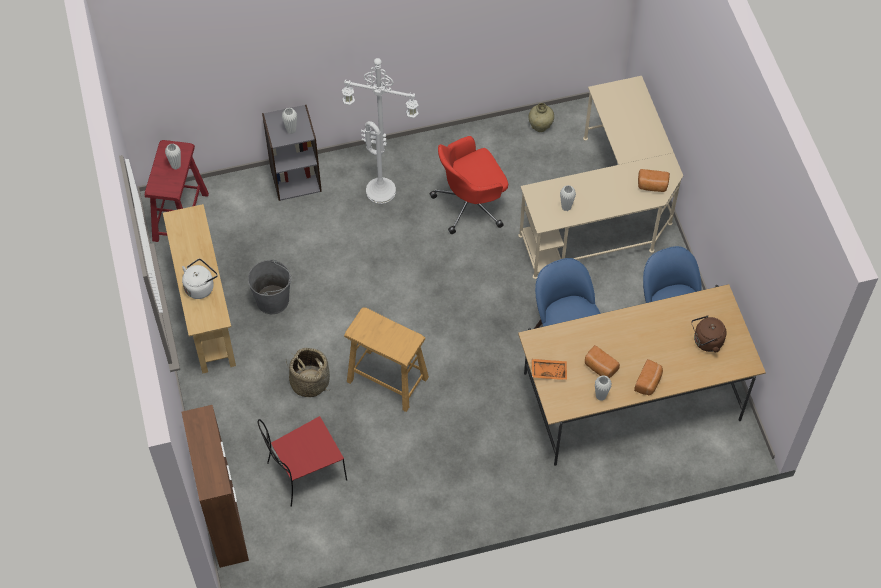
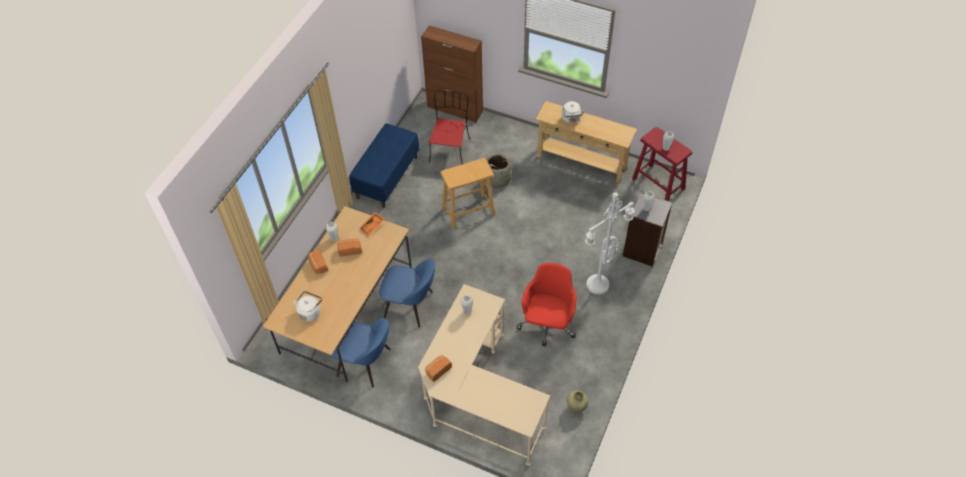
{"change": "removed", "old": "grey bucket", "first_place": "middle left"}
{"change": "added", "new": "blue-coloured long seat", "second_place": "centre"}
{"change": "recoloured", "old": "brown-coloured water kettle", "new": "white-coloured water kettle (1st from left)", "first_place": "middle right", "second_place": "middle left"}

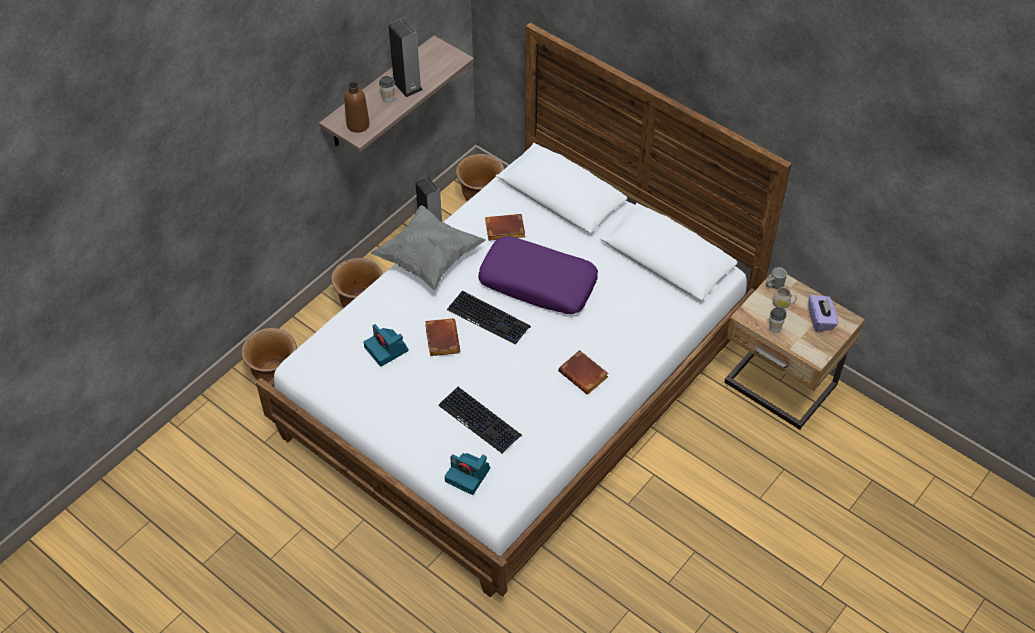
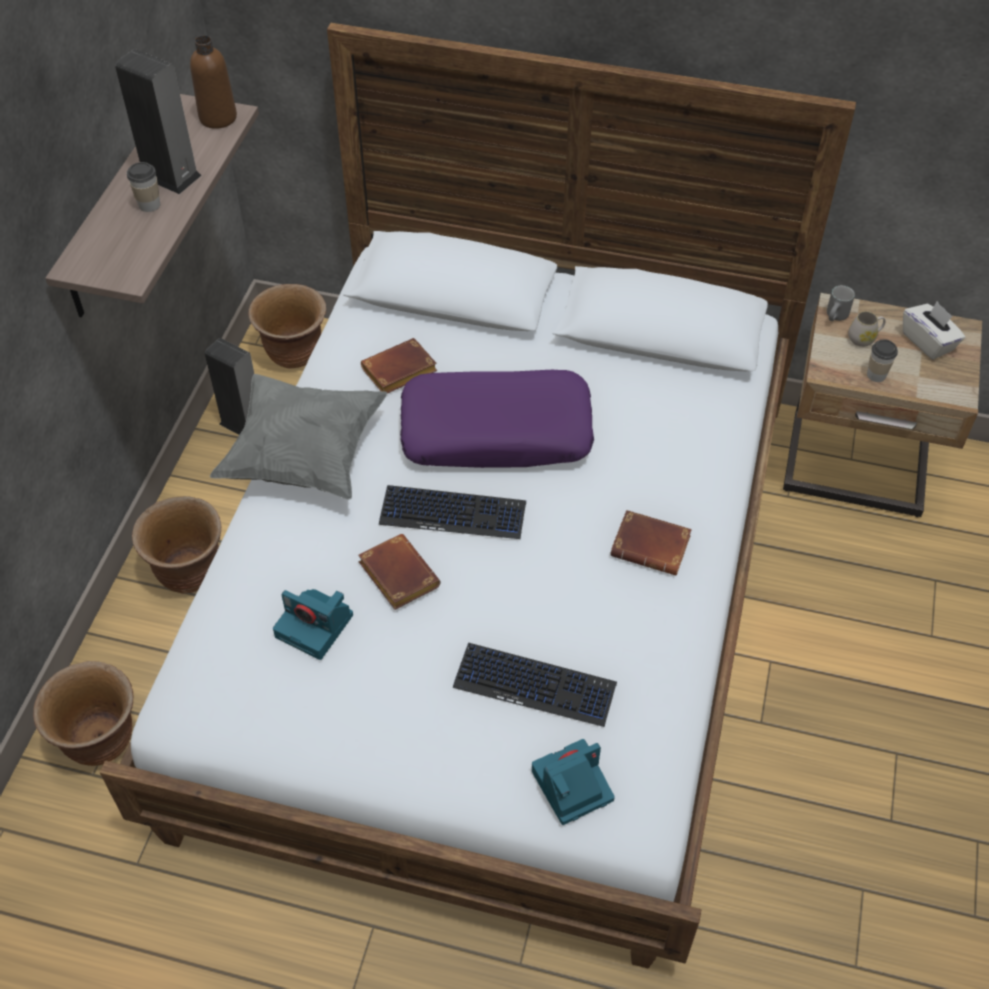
{"change": "moved", "old": "brown-coloured beverage bottle", "first_place": "top centre", "second_place": "top left"}
{"change": "recoloured", "old": "purple-coloured tissue box", "new": "white-coloured tissue box", "first_place": "middle right", "second_place": "middle right"}
{"change": "turned", "old": "still camera (2nd from left)", "first_place": "bottom centre", "second_place": "bottom centre", "degrees": 150}

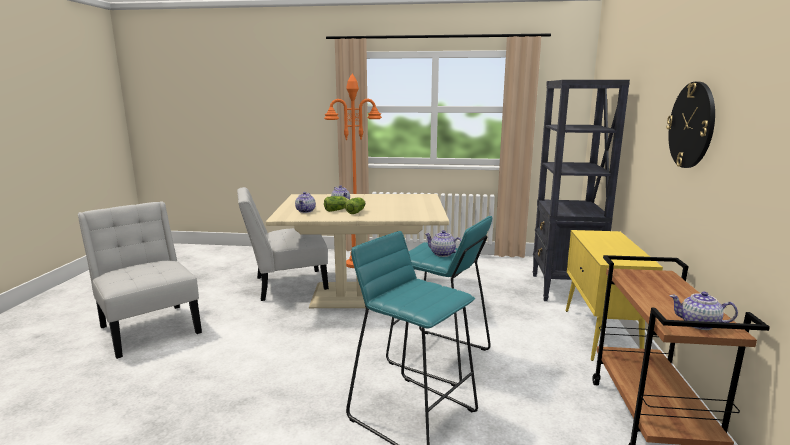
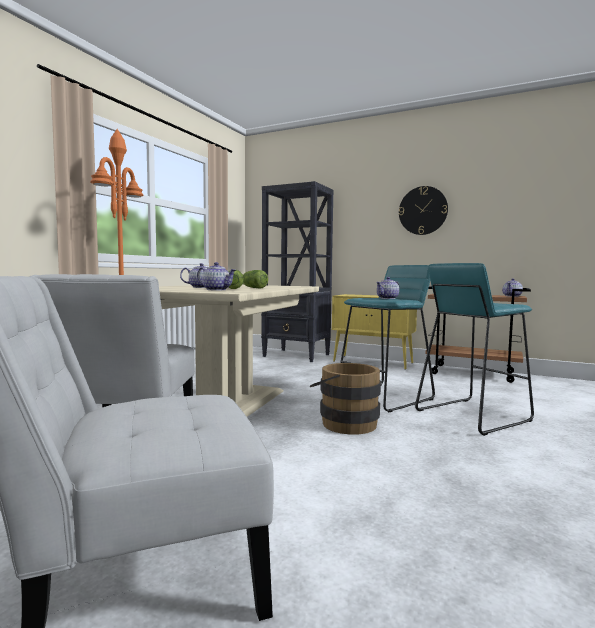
{"change": "added", "new": "brown-coloured bucket", "second_place": "centre"}

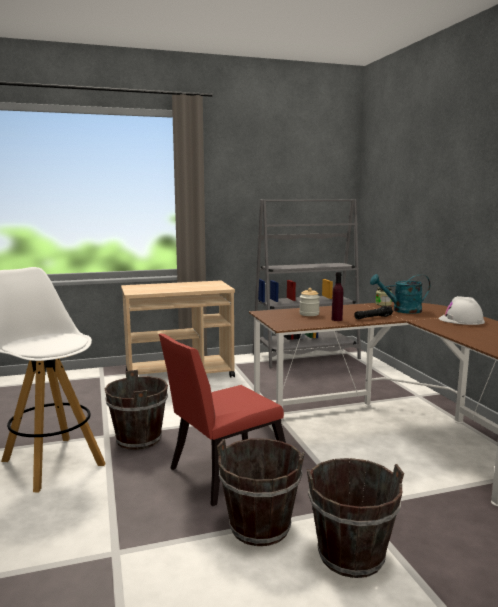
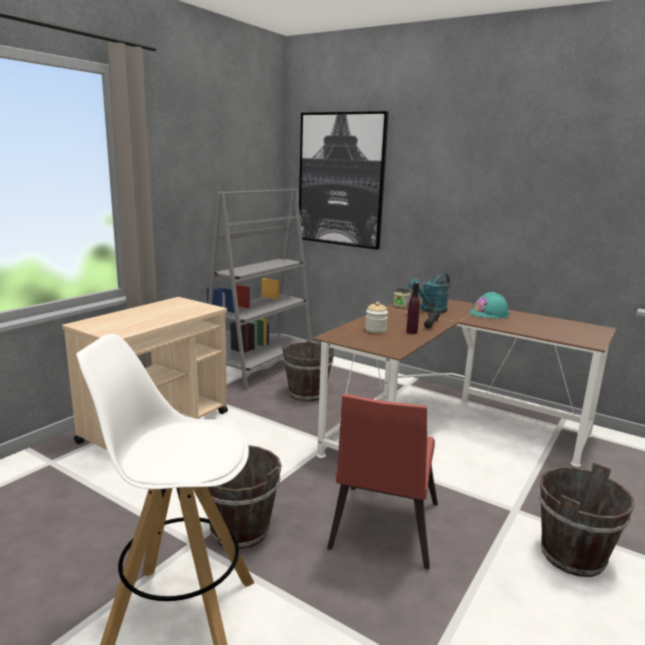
{"change": "added", "new": "wall art", "second_place": "top centre"}
{"change": "moved", "old": "brown-coloured bucket (2nd from left)", "first_place": "bottom centre", "second_place": "centre"}
{"change": "recoloured", "old": "white-coloured work helmet", "new": "blue-green work helmet", "first_place": "middle right", "second_place": "middle right"}

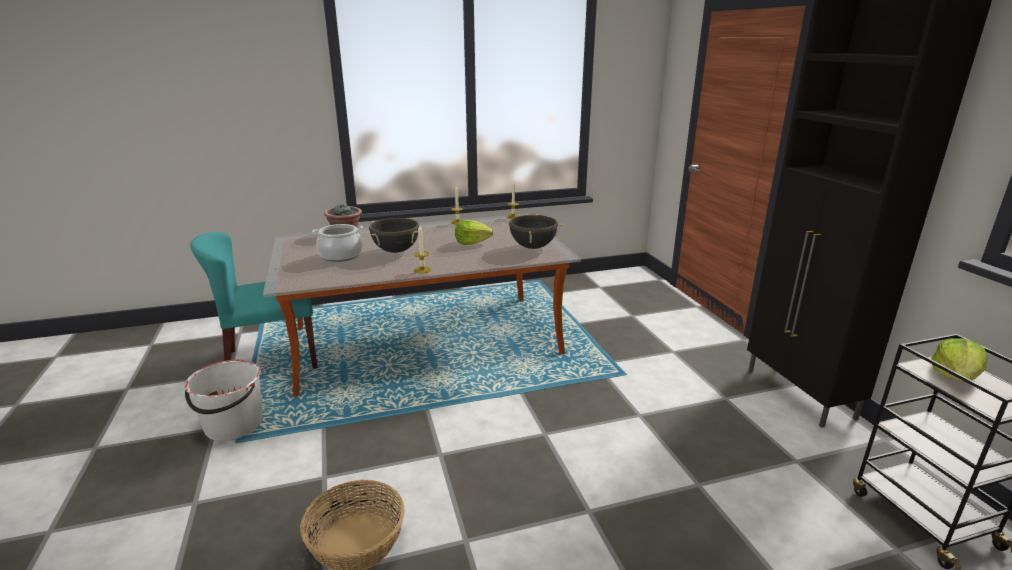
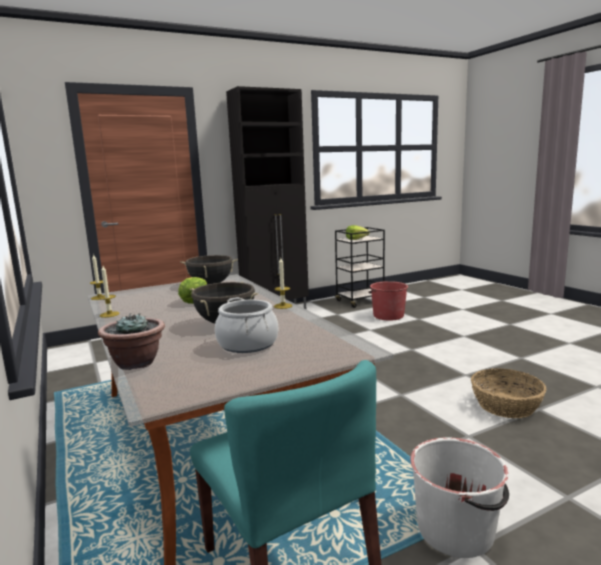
{"change": "added", "new": "reddish bucket", "second_place": "centre"}

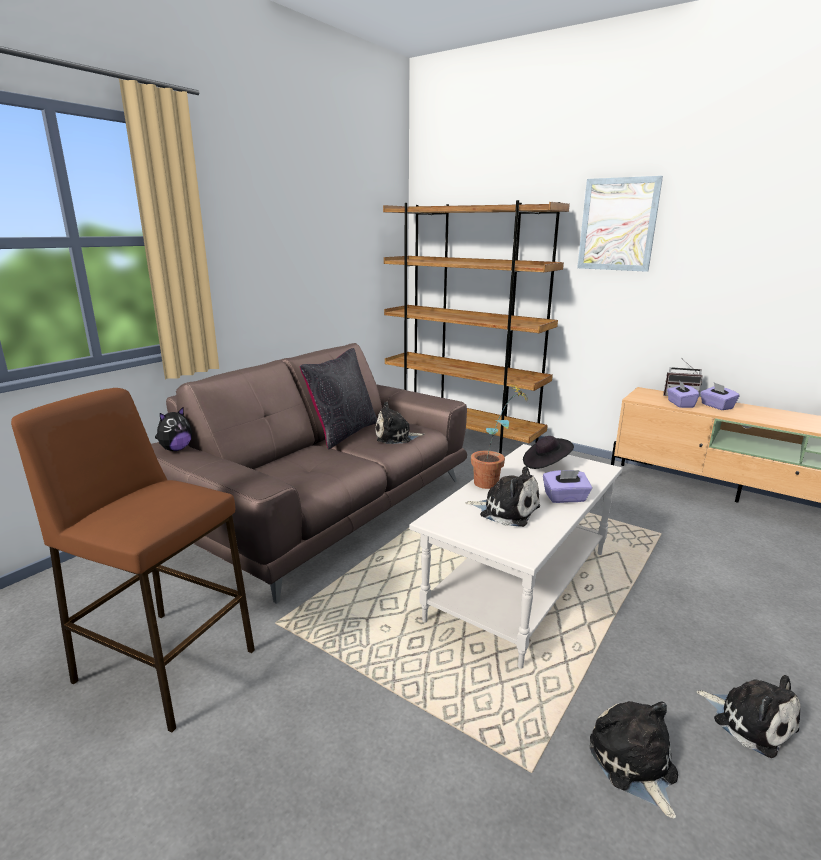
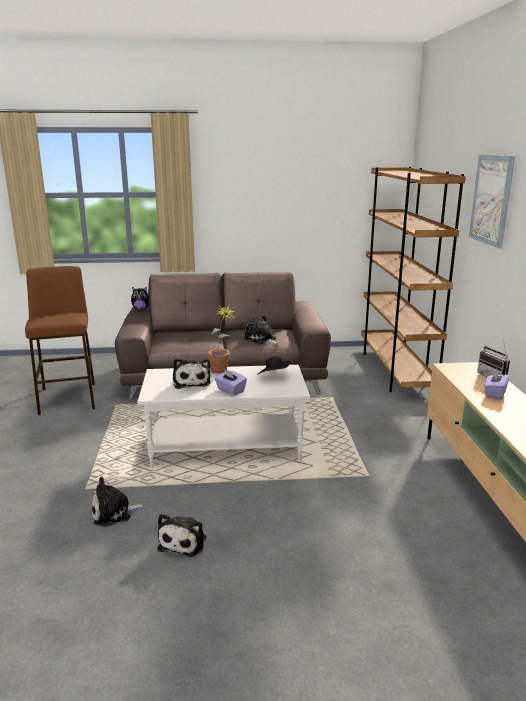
{"change": "removed", "old": "black-coloured throw pillow", "first_place": "centre"}
{"change": "removed", "old": "purple-coloured tissue box (2nd from left)", "first_place": "middle right"}
{"change": "turned", "old": "cuddly toy (4th from left in the first image)", "first_place": "bottom right", "second_place": "bottom left", "degrees": -150}

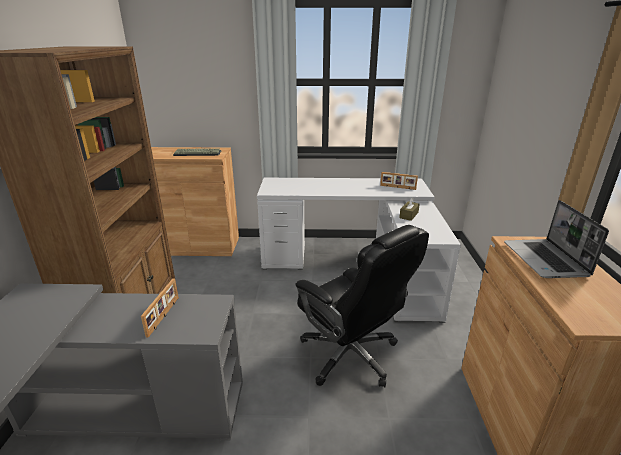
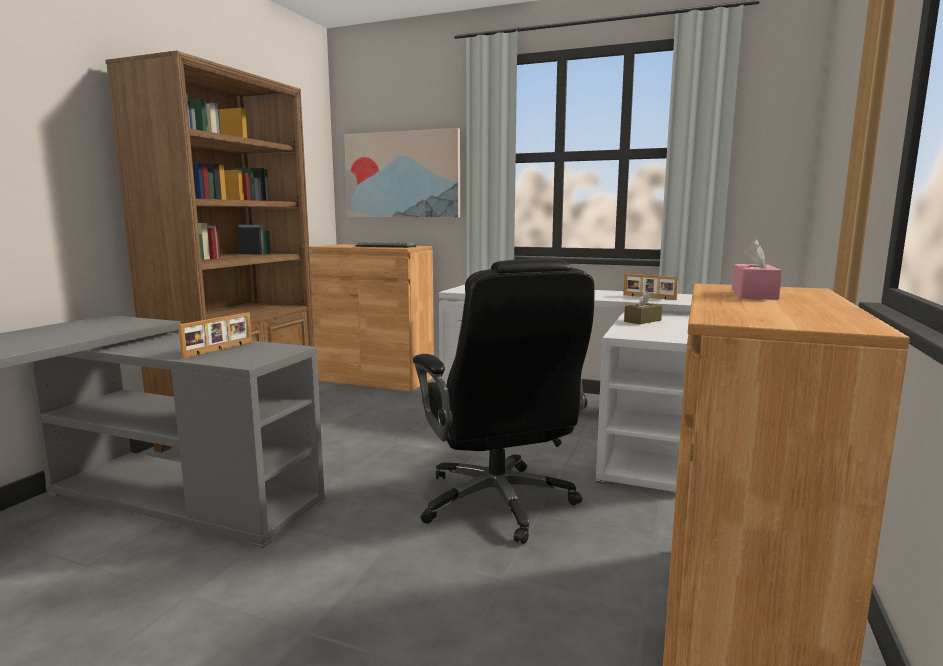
{"change": "added", "new": "wall art", "second_place": "top centre"}
{"change": "replaced", "old": "notebook computer", "new": "pink tissue box", "first_place": "middle right", "second_place": "middle right"}

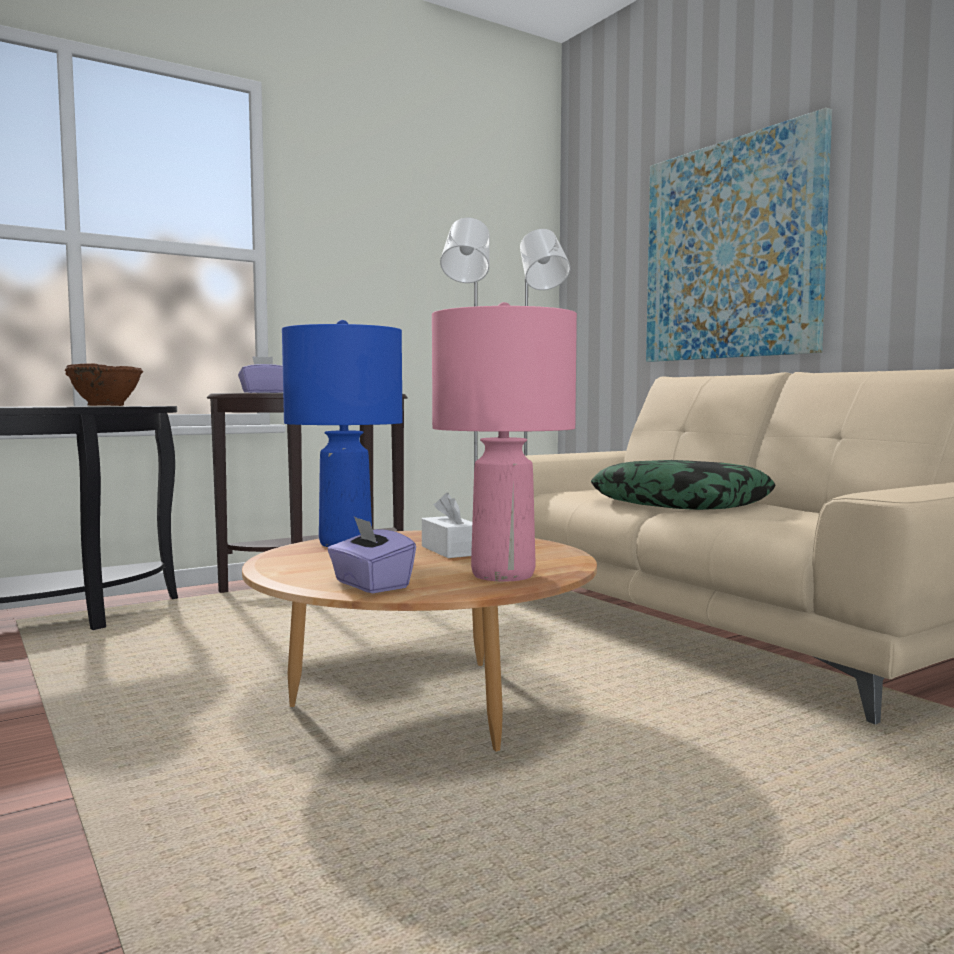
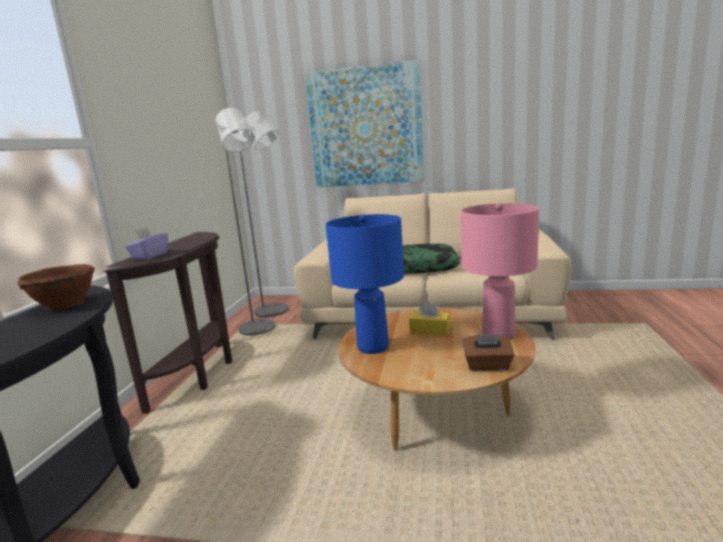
{"change": "recoloured", "old": "purple-coloured tissue box (2nd from left)", "new": "brown-coloured tissue box", "first_place": "centre", "second_place": "middle right"}
{"change": "recoloured", "old": "white-coloured tissue box", "new": "yellow tissue box", "first_place": "centre", "second_place": "centre"}

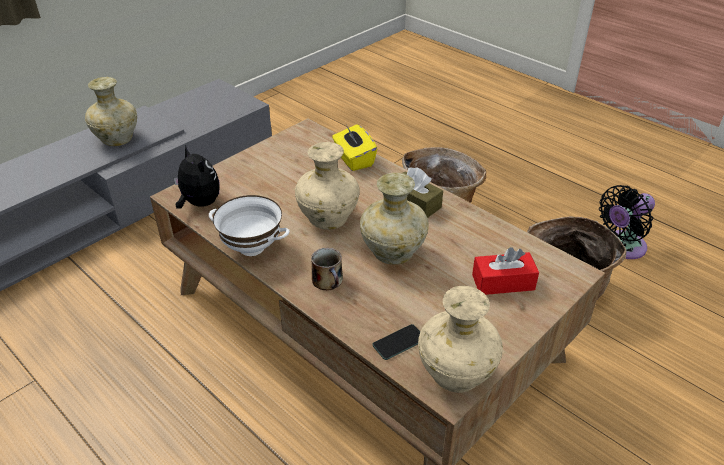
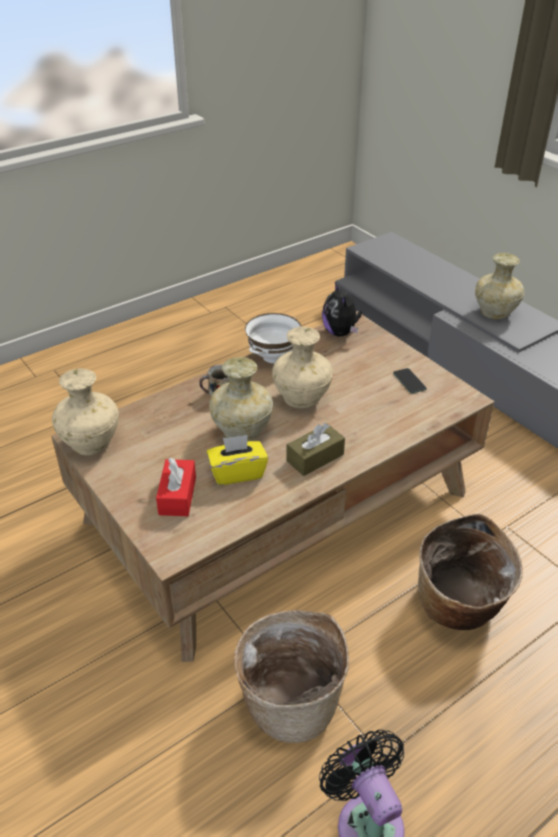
{"change": "moved", "old": "yellow tissue box", "first_place": "top centre", "second_place": "centre"}
{"change": "moved", "old": "handset", "first_place": "bottom centre", "second_place": "middle right"}
{"change": "turned", "old": "cuddly toy", "first_place": "middle left", "second_place": "centre", "degrees": 105}

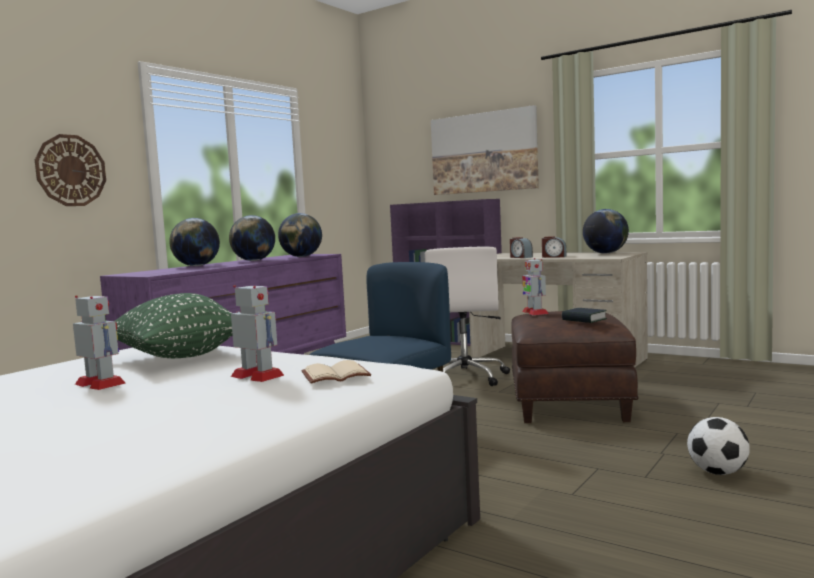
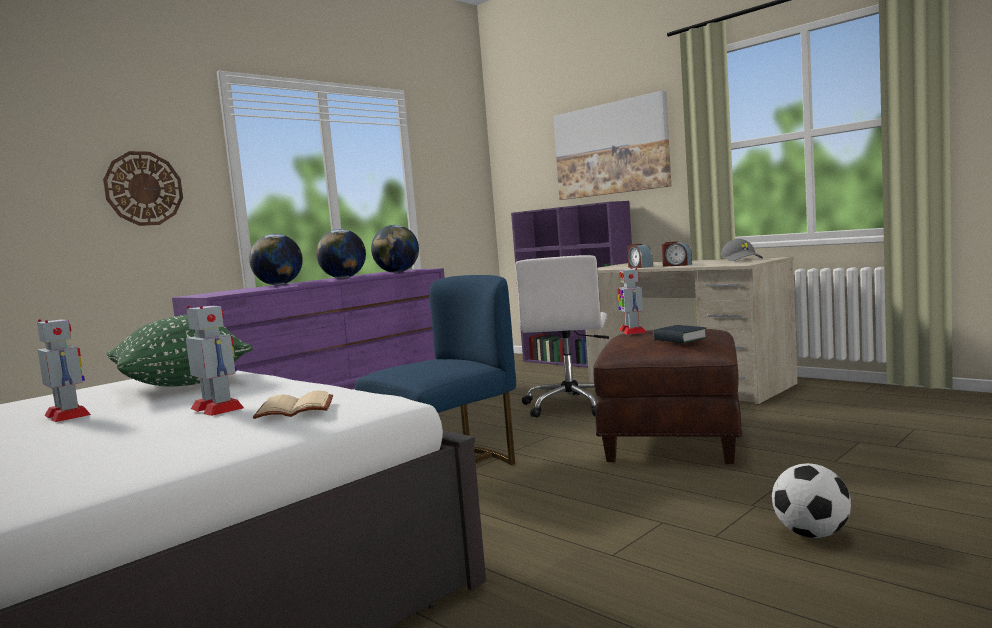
{"change": "replaced", "old": "globe (4th from left)", "new": "grey peaked cap", "first_place": "middle right", "second_place": "middle right"}

